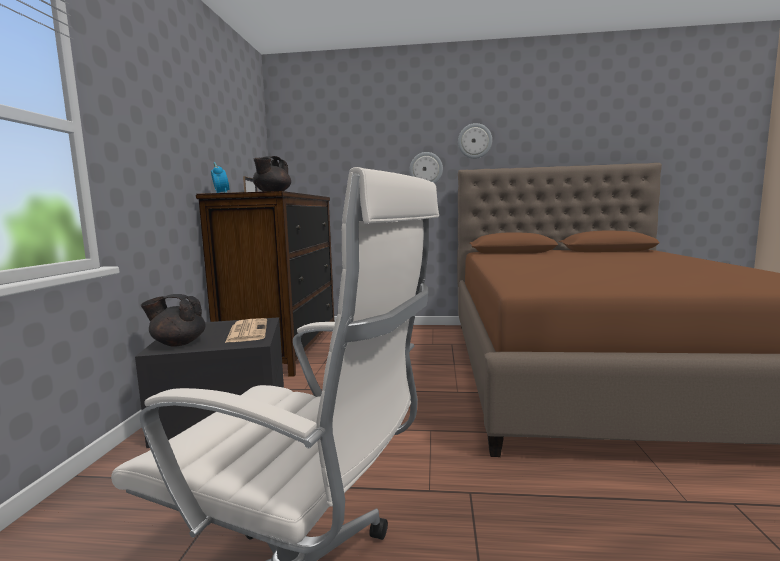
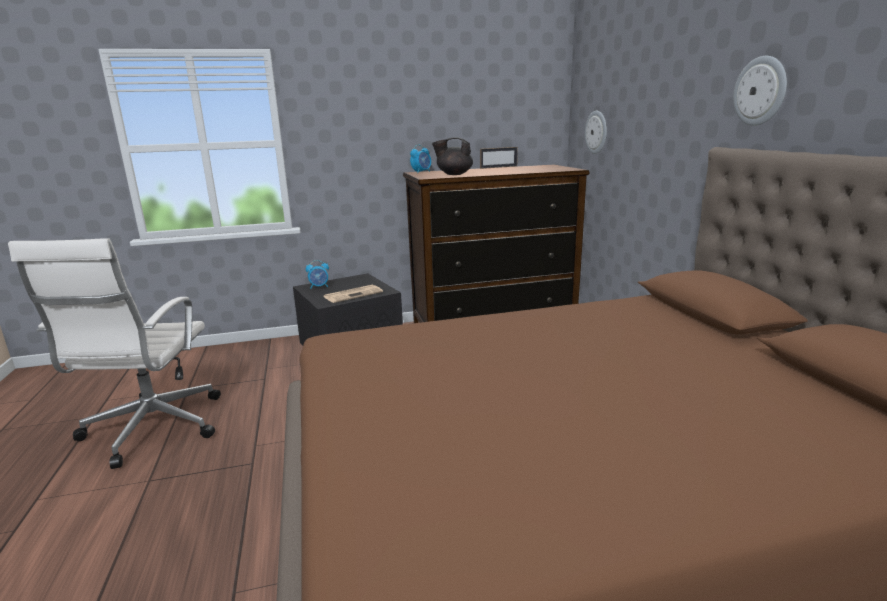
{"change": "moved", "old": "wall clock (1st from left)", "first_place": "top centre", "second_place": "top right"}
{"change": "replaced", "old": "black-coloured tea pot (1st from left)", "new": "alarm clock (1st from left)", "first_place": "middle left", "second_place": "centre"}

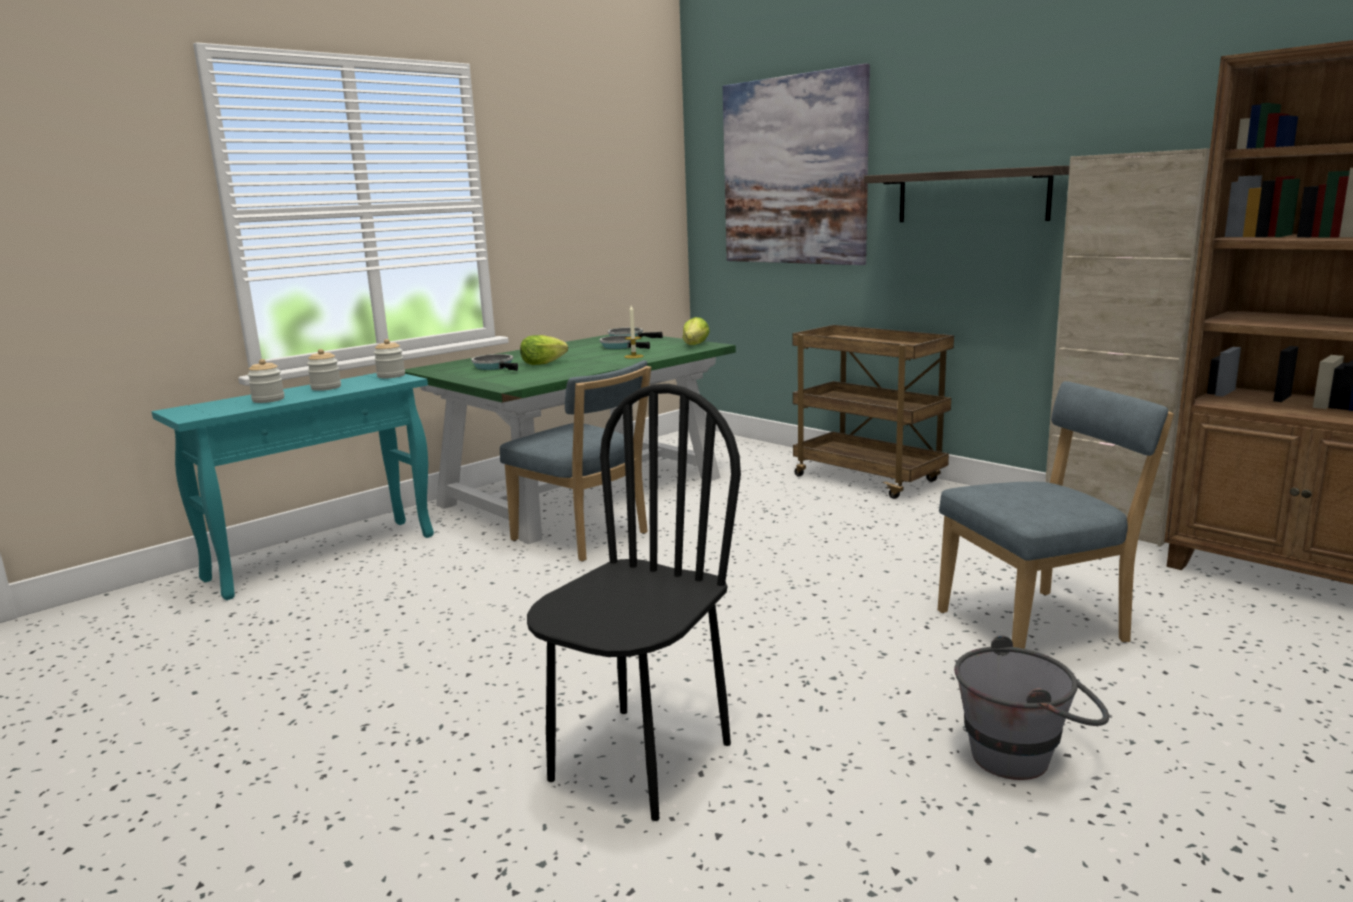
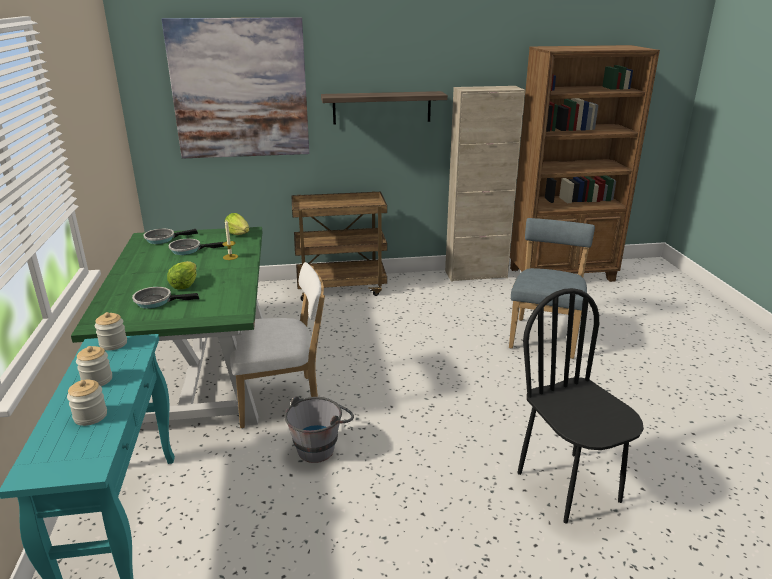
{"change": "moved", "old": "grey bucket", "first_place": "bottom right", "second_place": "bottom centre"}
{"change": "recoloured", "old": "blue-coloured chair (1st from left)", "new": "white-coloured chair", "first_place": "centre", "second_place": "centre"}

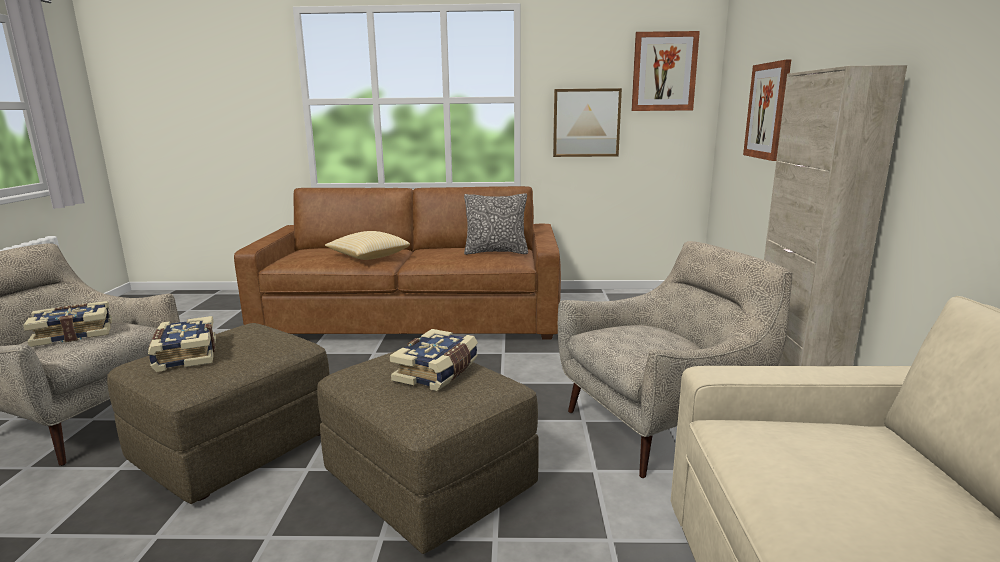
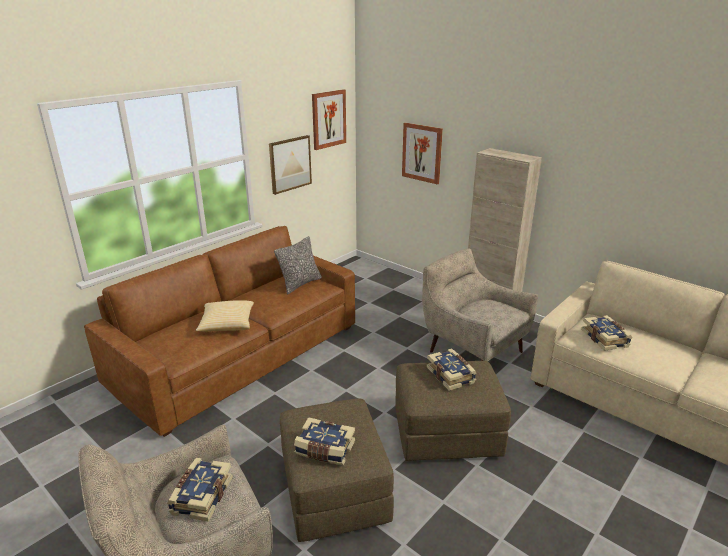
{"change": "added", "new": "bound book (4th from left)", "second_place": "middle right"}
{"change": "turned", "old": "beige lounge chair (2nd from left)", "first_place": "middle right", "second_place": "centre", "degrees": -60}

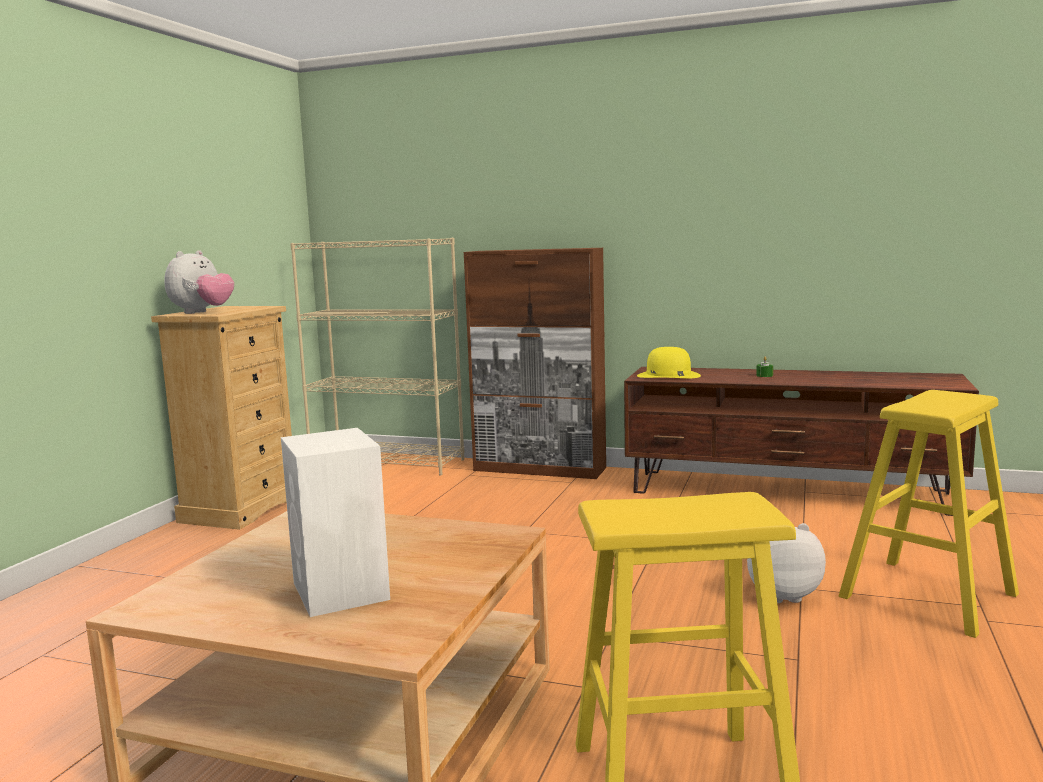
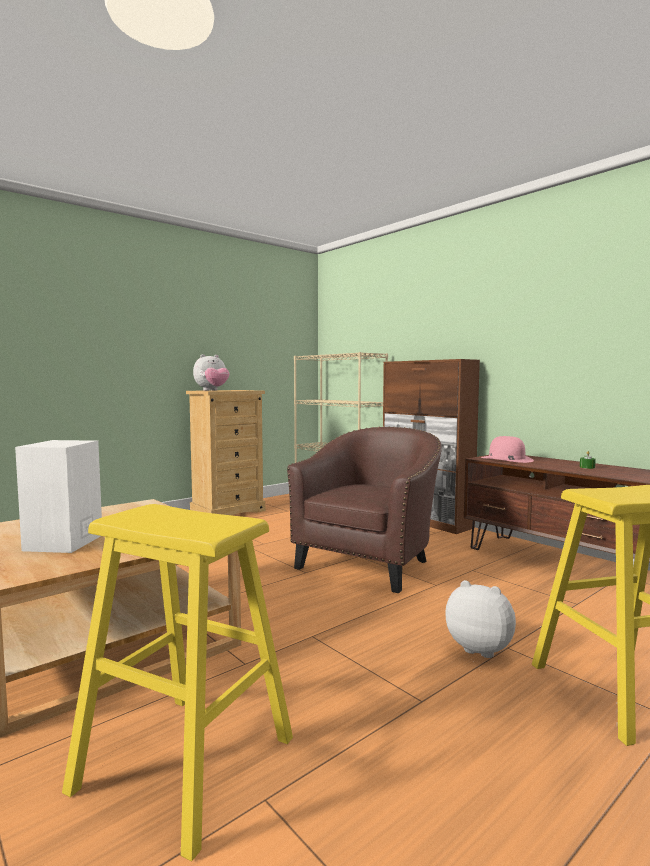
{"change": "added", "new": "brown-coloured lounge chair", "second_place": "centre"}
{"change": "recoloured", "old": "yellow clothing hat", "new": "pink clothing hat", "first_place": "centre", "second_place": "middle right"}

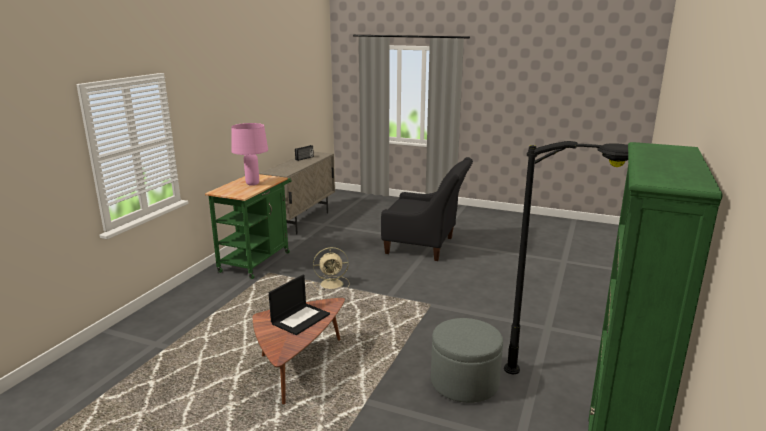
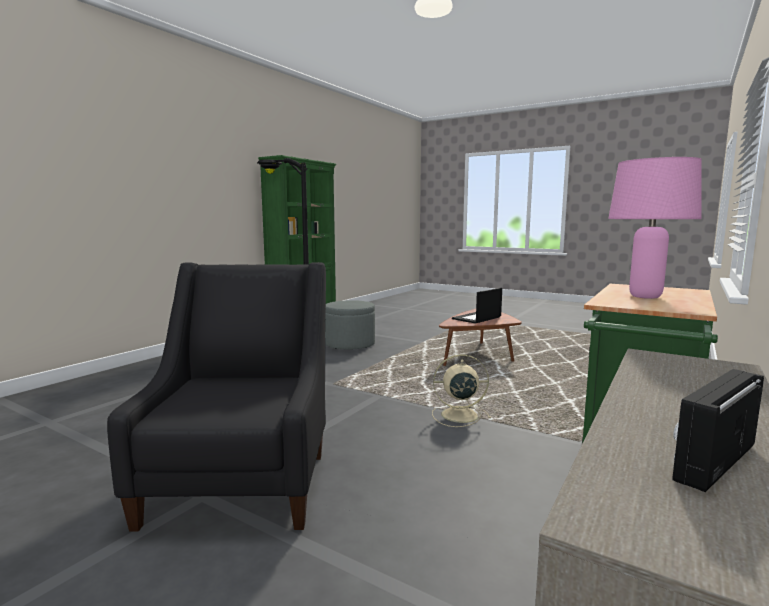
{"change": "turned", "old": "black-coloured lounge chair", "first_place": "centre", "second_place": "middle left", "degrees": 60}

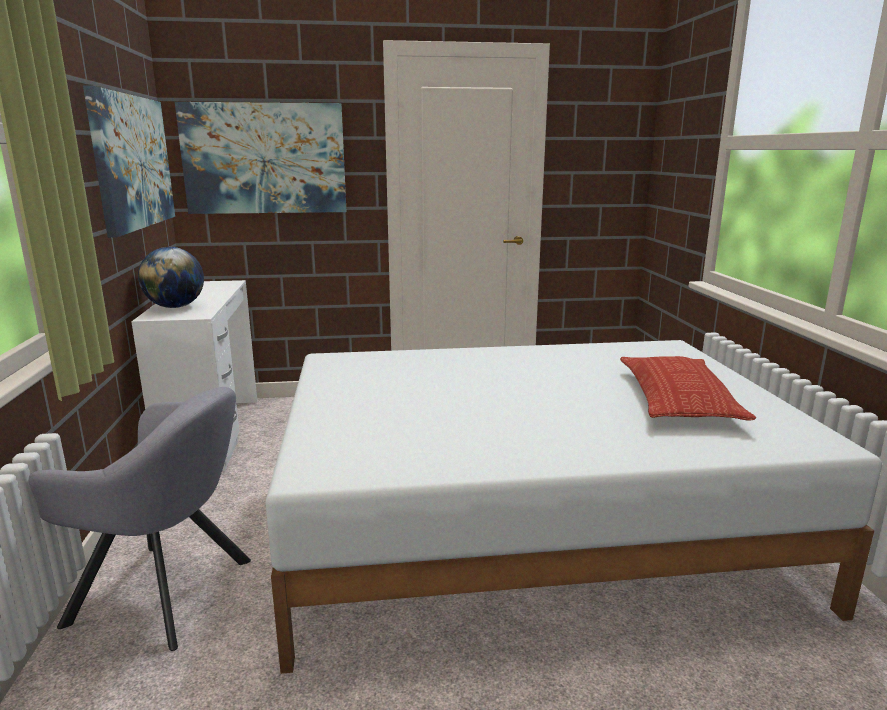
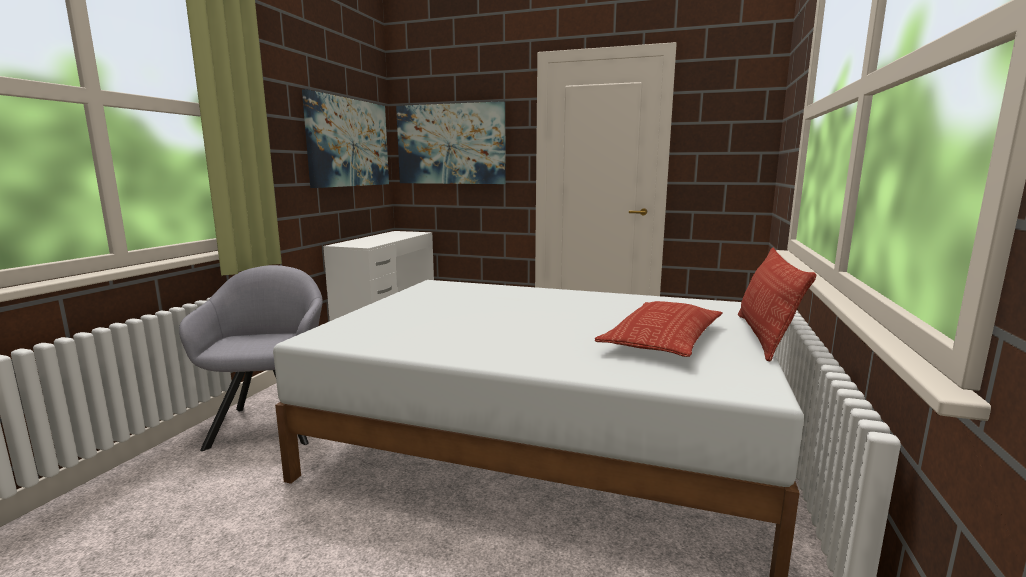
{"change": "removed", "old": "globe", "first_place": "middle left"}
{"change": "added", "new": "throw pillow (2nd from left)", "second_place": "middle right"}
{"change": "turned", "old": "grey lounge chair", "first_place": "bottom left", "second_place": "middle left", "degrees": -135}

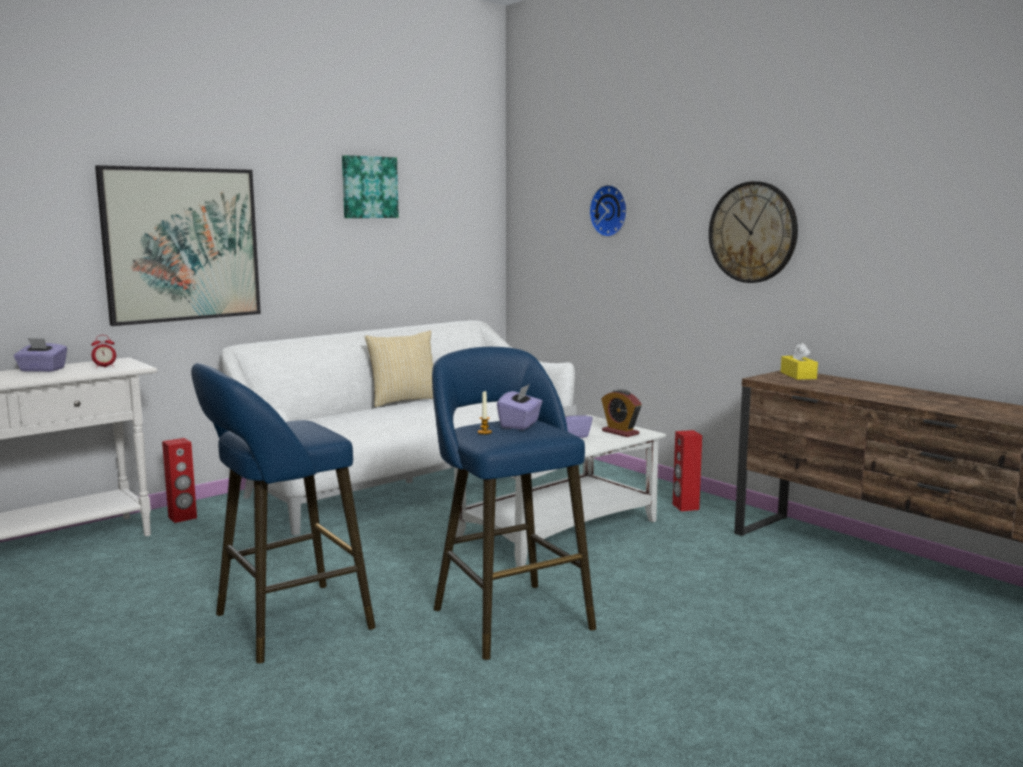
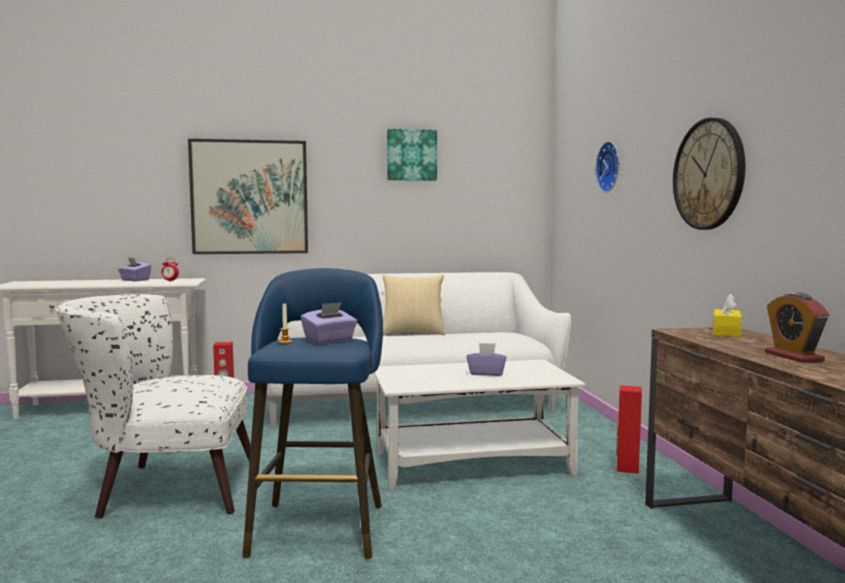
{"change": "moved", "old": "alarm clock (2nd from left)", "first_place": "centre", "second_place": "middle right"}
{"change": "replaced", "old": "blue-coloured sitting stool (1st from left)", "new": "white-coloured lounge chair", "first_place": "bottom left", "second_place": "bottom left"}

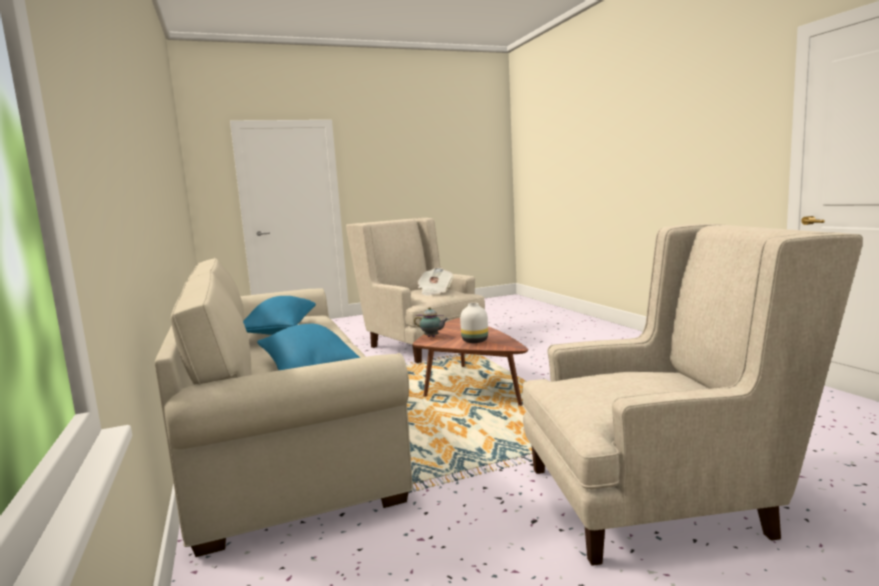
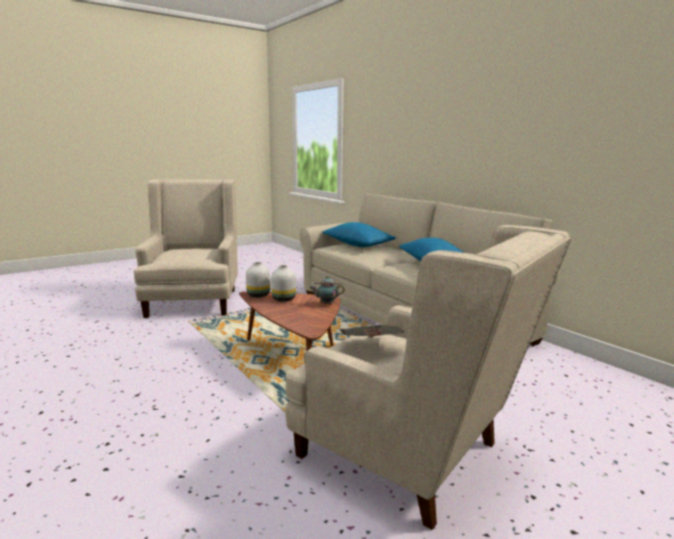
{"change": "added", "new": "white-coloured vase (1st from left)", "second_place": "centre"}
{"change": "turned", "old": "beige lounge chair (2nd from left in the first image)", "first_place": "bottom right", "second_place": "middle left", "degrees": 105}

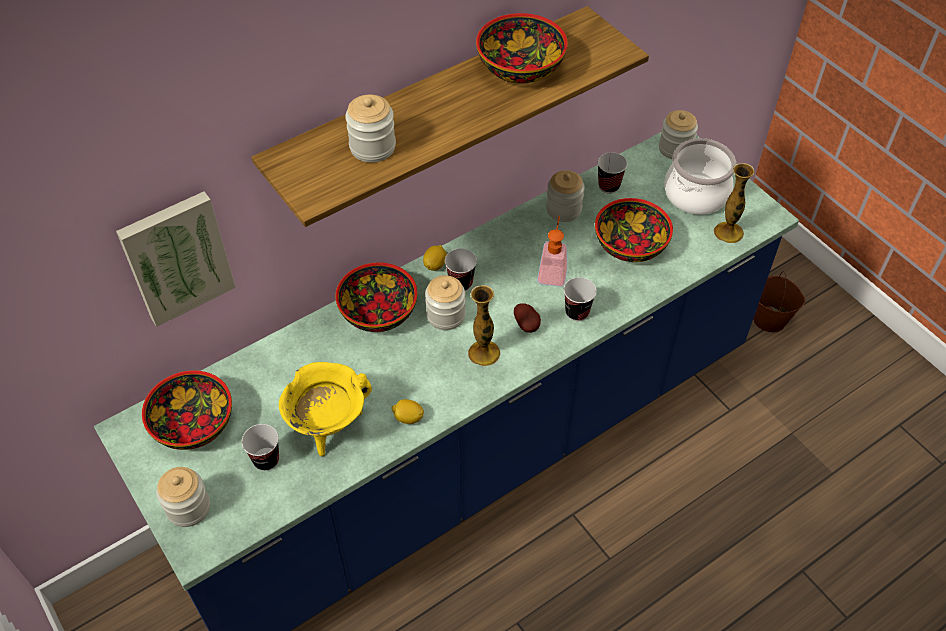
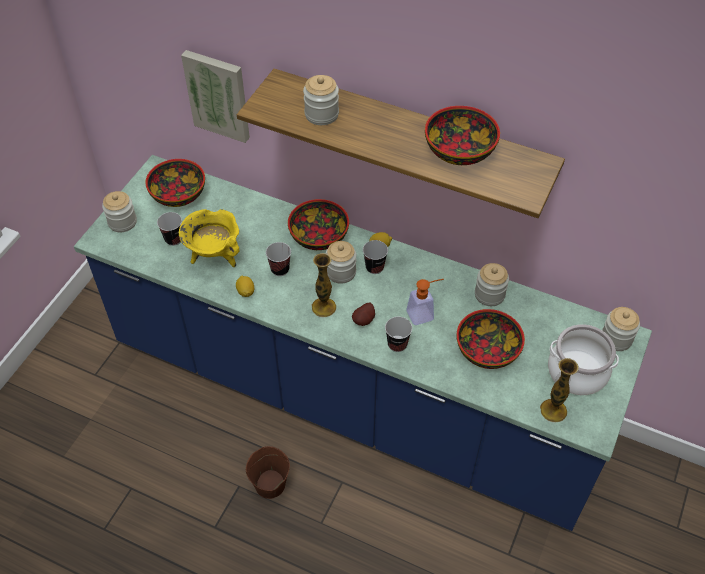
{"change": "moved", "old": "small cup (4th from left in the first image)", "new": "small cup (2nd from left)", "first_place": "top centre", "second_place": "centre"}
{"change": "moved", "old": "brown-coloured bucket", "first_place": "middle right", "second_place": "bottom centre"}

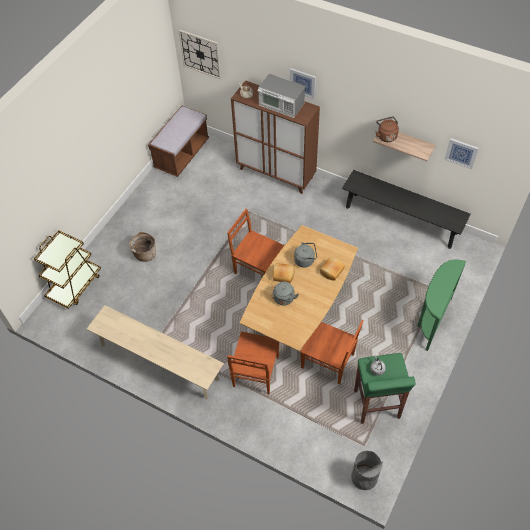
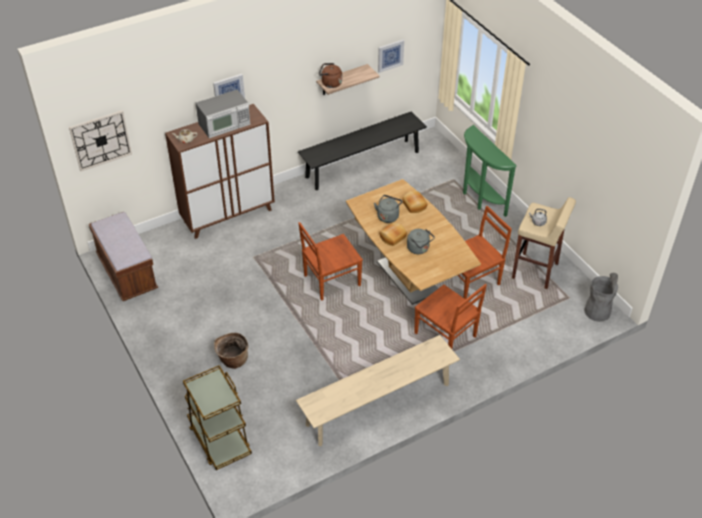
{"change": "recoloured", "old": "green sitting stool", "new": "beige sitting stool", "first_place": "bottom right", "second_place": "middle right"}

